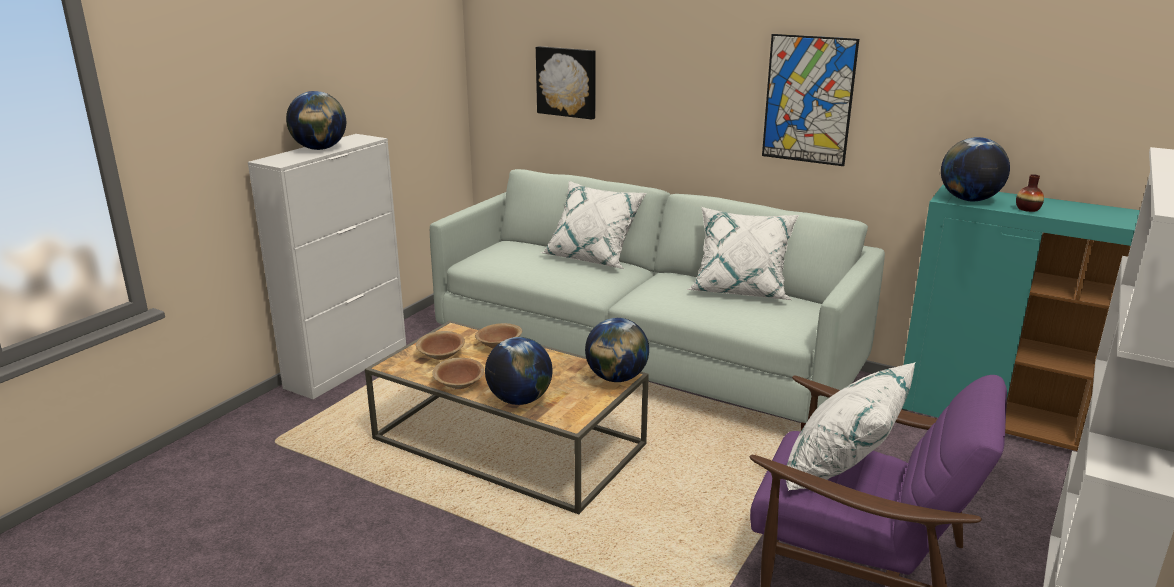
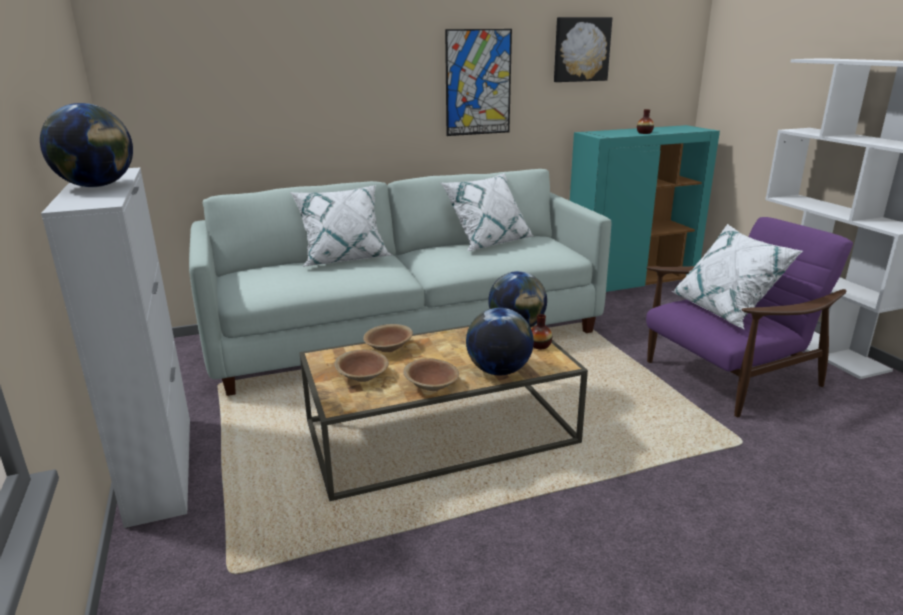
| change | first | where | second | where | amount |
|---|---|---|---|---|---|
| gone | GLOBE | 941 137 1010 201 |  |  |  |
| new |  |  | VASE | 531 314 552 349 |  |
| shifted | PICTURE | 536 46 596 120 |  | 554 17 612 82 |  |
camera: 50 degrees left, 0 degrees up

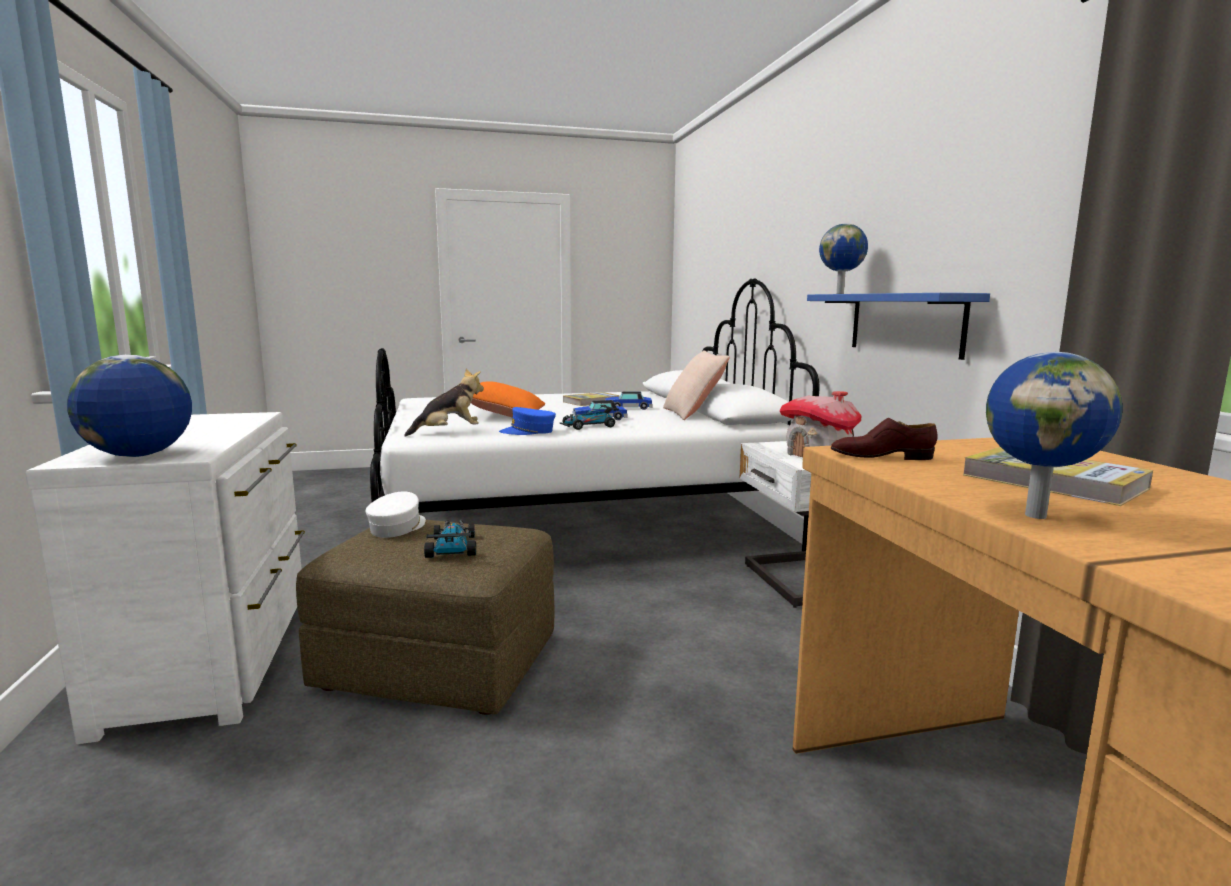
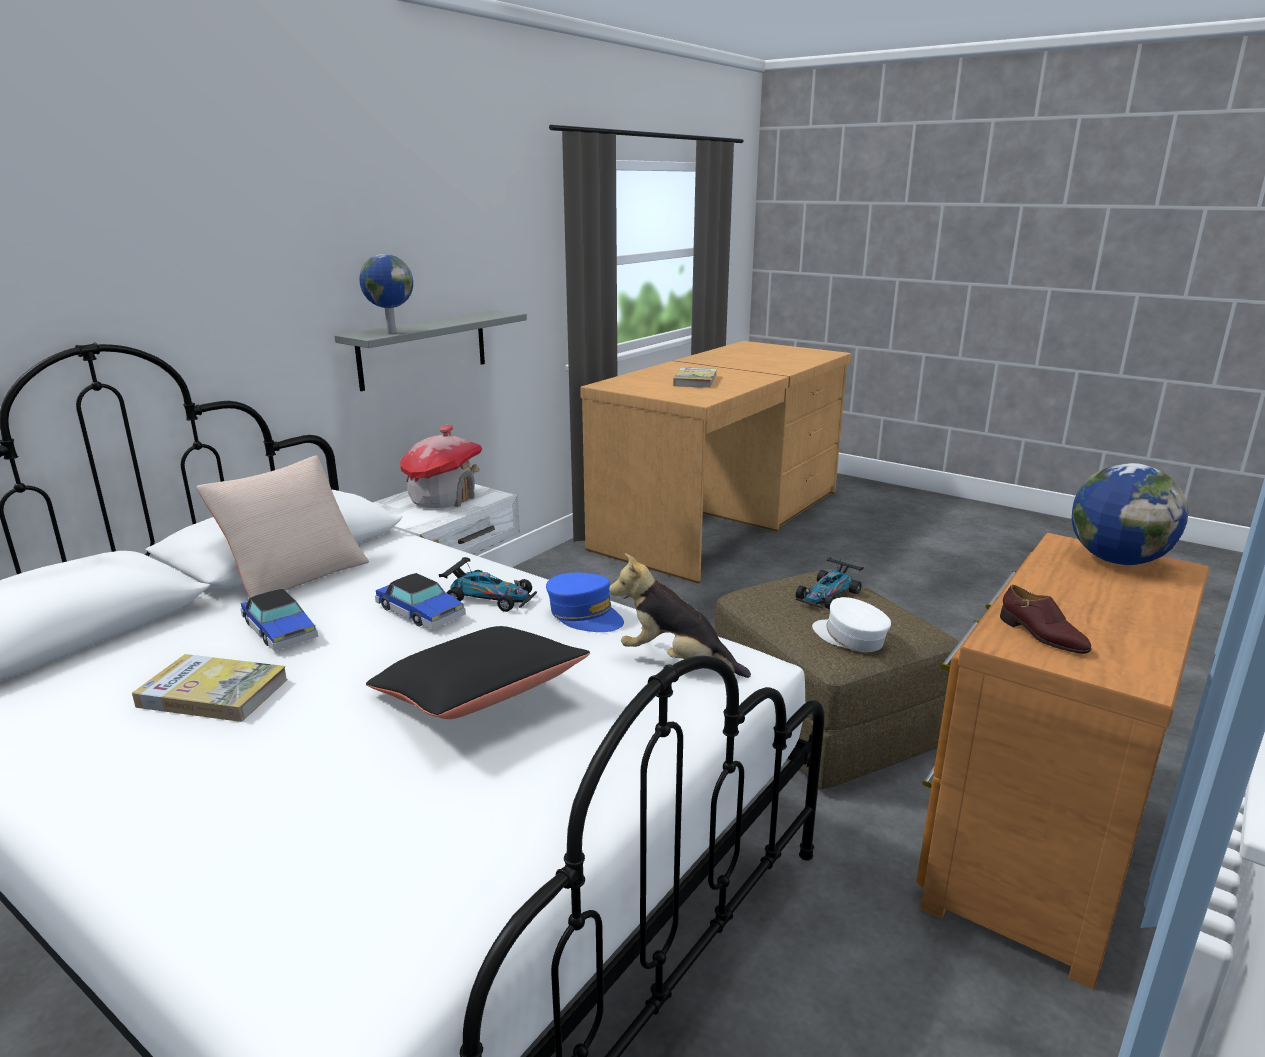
| change | first | where | second | where | amount |
|---|---|---|---|---|---|
| gone | GLOBE | 986 352 1123 519 |  |  |  |
| shifted | BROWN SHOE | 831 418 938 460 |  | 1000 585 1092 654 |  |
| repainted | WHITE DRESSER | 25 412 305 744 | BROWN DRESSER | 916 533 1209 989 |  |
| repainted | ORANGE PILLOW | 471 381 545 418 | BLACK PILLOW | 366 626 590 719 |  |
| repainted | BLUE SHELF | 807 293 990 360 | GREY SHELF | 334 310 527 391 |  |
| rotated | WHITE CAP | 366 492 426 538 |  | 812 597 891 652 | 75 degrees clockwise |
camera: 130 degrees left, 10 degrees up

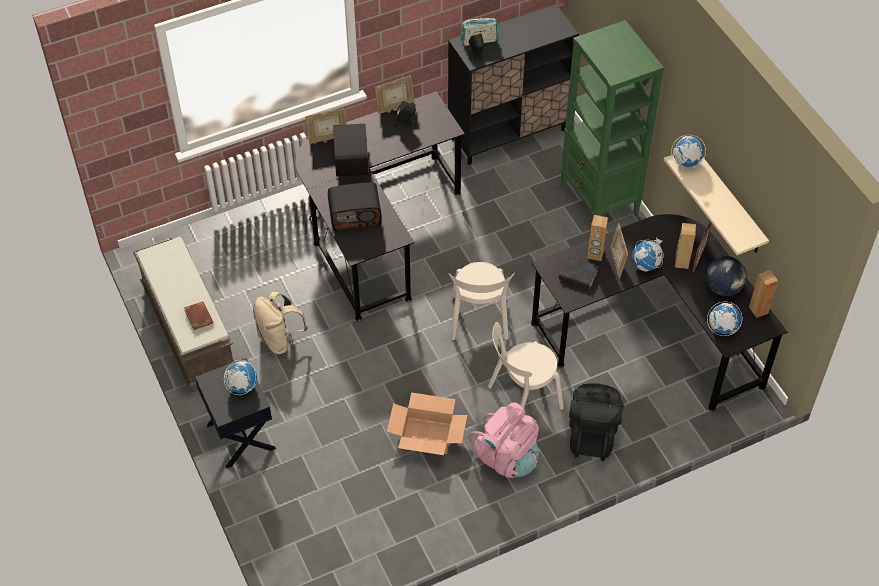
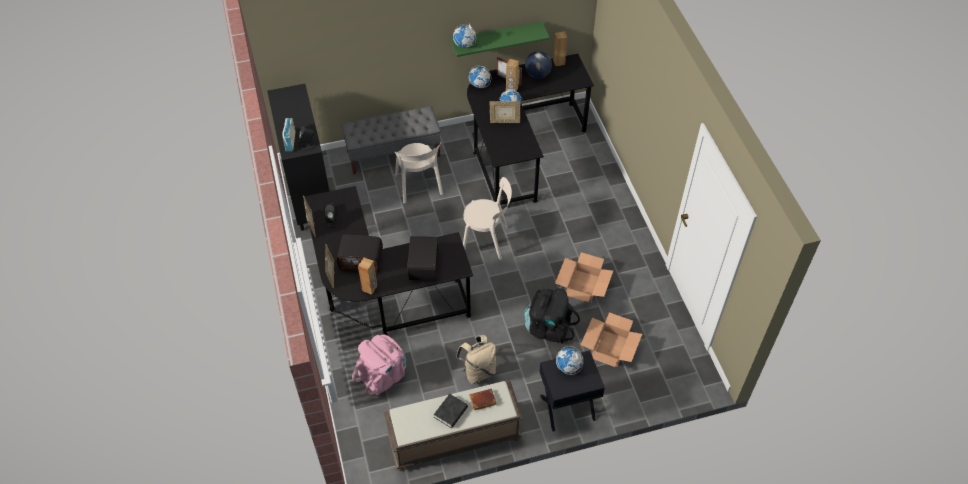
| change | first | where | second | where | amount |
|---|---|---|---|---|---|
| new |  |  | CARDBOARD BOX | 581 312 642 367 |  |
| shifted | PINK BACKPACK | 468 402 540 478 |  | 352 335 406 395 |  |
| shifted | BEIGE CHAIR | 488 322 564 410 |  | 395 143 443 203 |  |
| shifted | BLACK BOOK | 559 256 599 289 |  | 434 394 468 428 |  |
| shifted | BLACK BACKPACK | 569 383 624 461 |  | 524 288 580 344 |  |
| shifted | BROWN SPEAKER | 587 215 608 261 |  | 358 258 377 295 |  |
| shifted | GLOBE | 707 301 742 336 |  | 469 66 491 88 |  |
| swapped | GREEN BOOKCASE | 561 20 664 220 | GREY BENCH | 341 106 441 175 |  |
| repainted | BEIGE SHELF | 664 154 769 255 | GREEN SHELF | 451 21 550 57 |  |
camera: 80 degrees left, 0 degrees up

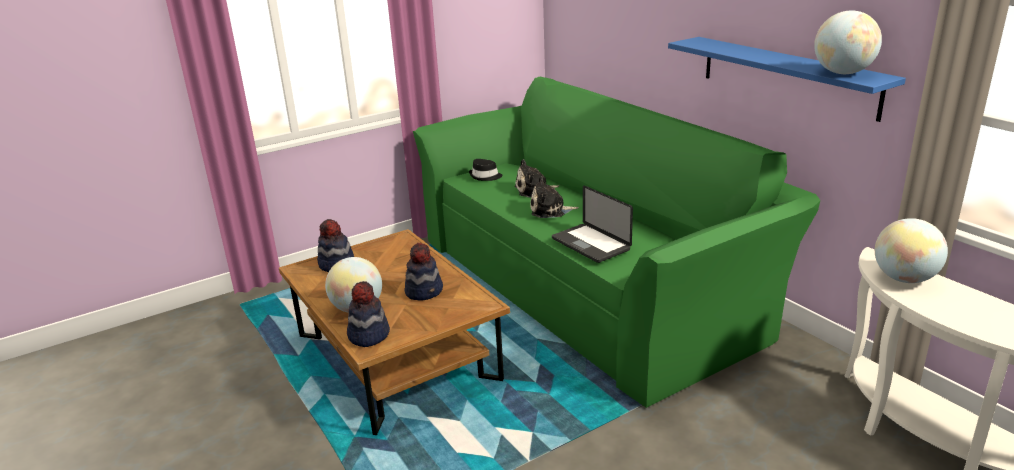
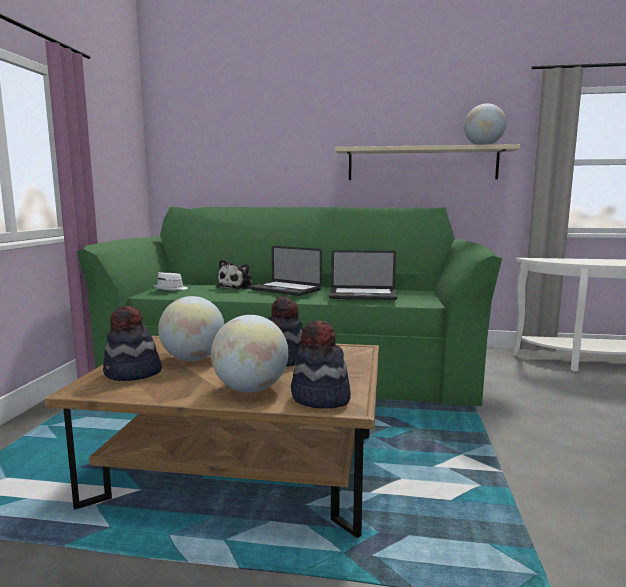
| change | first | where | second | where | amount |
|---|---|---|---|---|---|
| shifted | GLOBE | 875 218 948 283 |  | 158 296 225 361 |  |
| swapped | PLUSH TOY | 530 176 579 218 | LAPTOP | 250 246 322 296 |  |
| repainted | BLACK HAT | 469 159 503 181 | WHITE HAT | 154 272 187 290 |  |
| repainted | BLUE SHELF | 668 37 906 122 | BEIGE SHELF | 335 144 521 180 |  |
camera: 50 degrees left, 15 degrees down

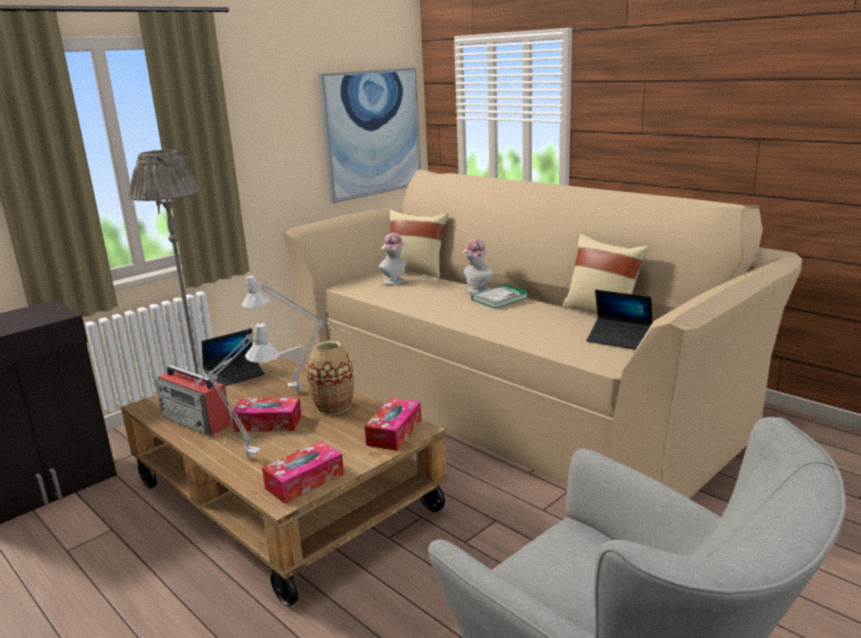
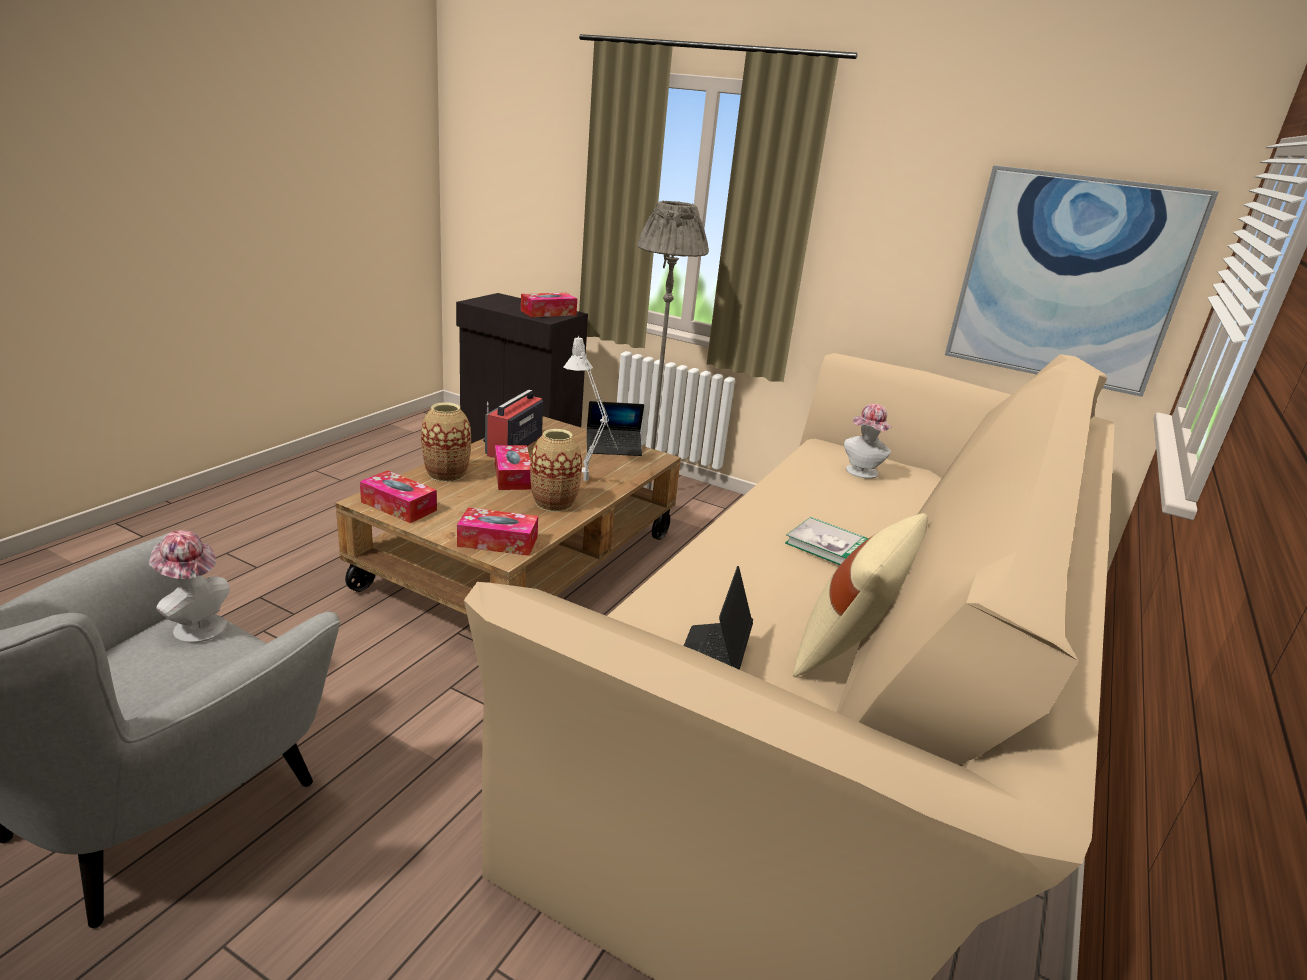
| change | first | where | second | where | amount |
|---|---|---|---|---|---|
| gone | BEIGE PILLOW | 390 210 448 278 |  |  |  |
| new |  |  | TISSUE BOX | 521 293 577 317 |  |
| shifted | HAT | 461 239 493 294 |  | 149 530 230 643 |  |
| swapped | GREY TABLE LAMP | 190 322 280 457 | VASE | 421 402 471 482 |  |
| rotated | LAPTOP | 202 328 265 386 |  | 587 401 644 456 | 45 degrees counterclockwise |
camera: 70 degrees right, 5 degrees up

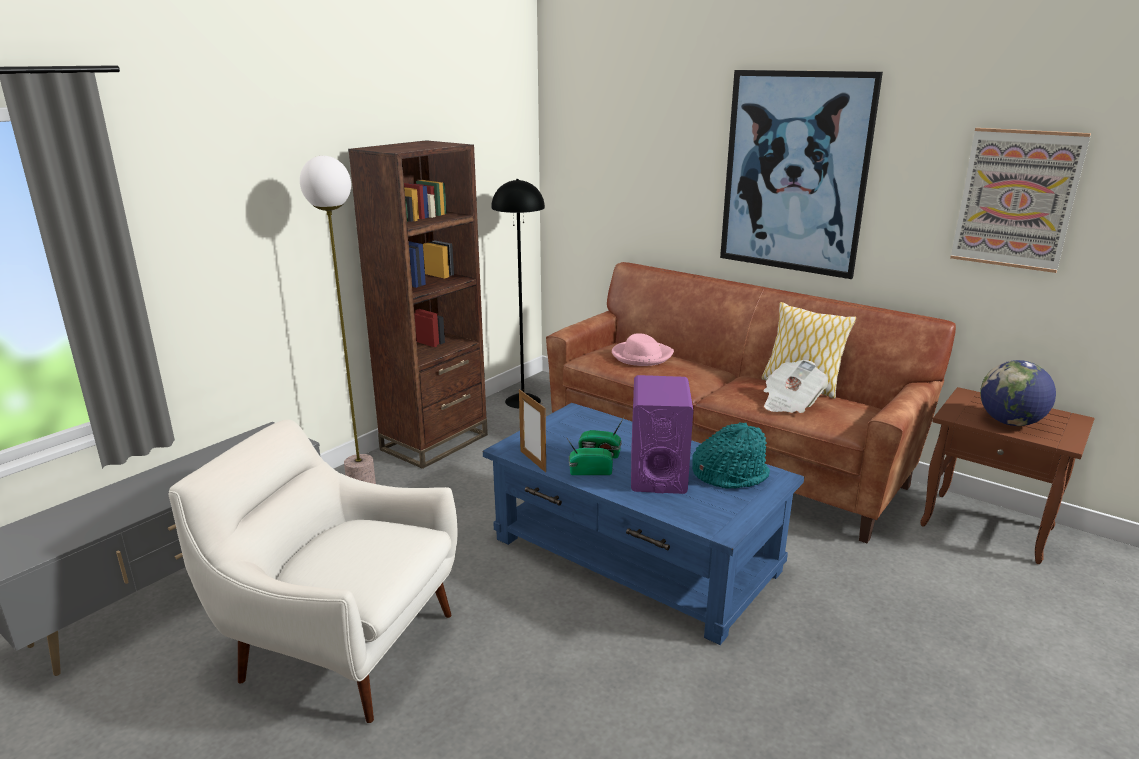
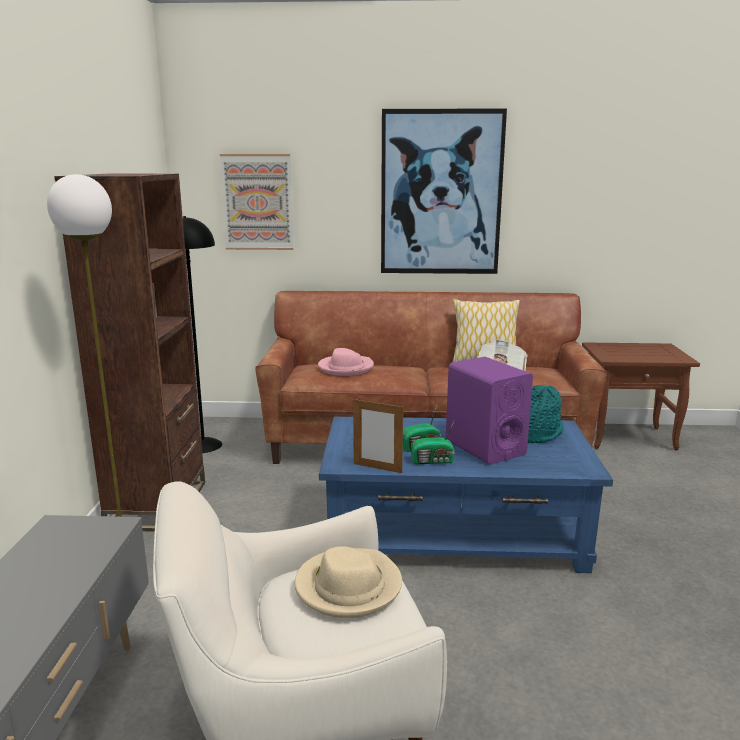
| change | first | where | second | where | amount |
|---|---|---|---|---|---|
| gone | GLOBE | 980 360 1056 426 |  |  |  |
| new |  |  | BEIGE HAT | 294 546 402 618 |  |
| shifted | PICTURE | 950 128 1091 273 |  | 220 154 294 250 |  |
| rotated | RADIO | 567 439 613 475 |  | 411 420 455 464 | 150 degrees counterclockwise |
camera: 35 degrees left, 5 degrees down

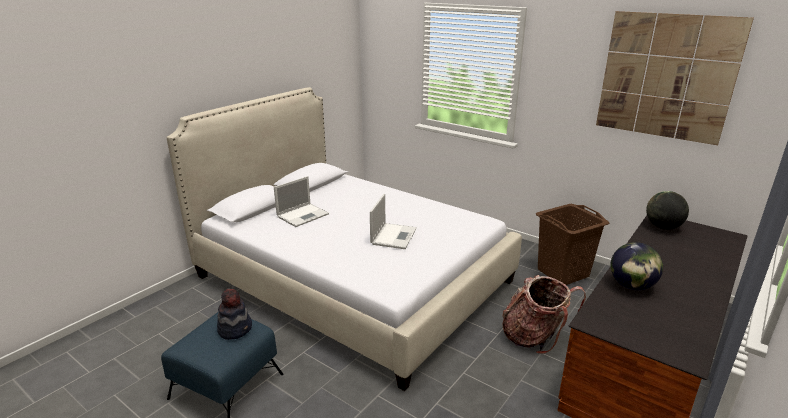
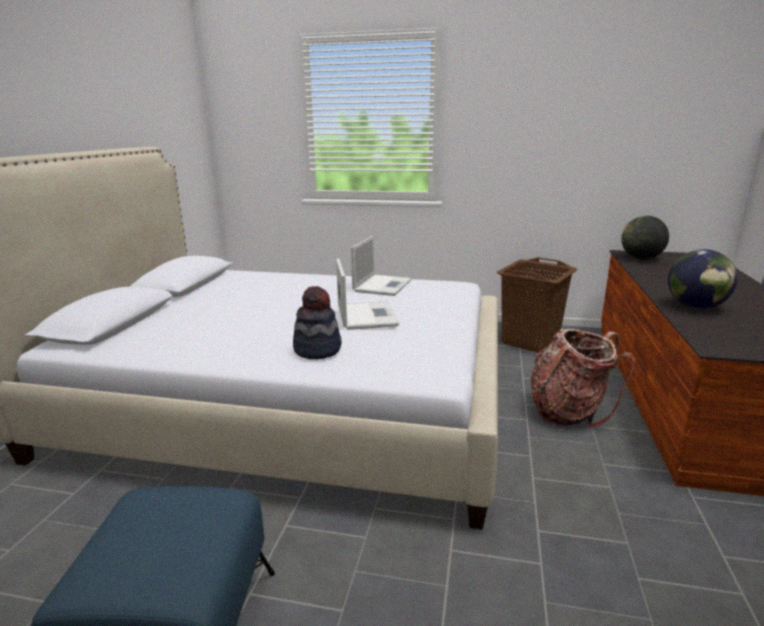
| change | first | where | second | where | amount |
|---|---|---|---|---|---|
| gone | PICTURE | 596 11 754 145 |  |  |  |
| shifted | HAT | 217 289 252 340 |  | 293 286 341 359 |  |
| shifted | LAPTOP | 274 176 329 227 |  | 351 236 412 296 |  |
camera: 25 degrees left, 5 degrees down

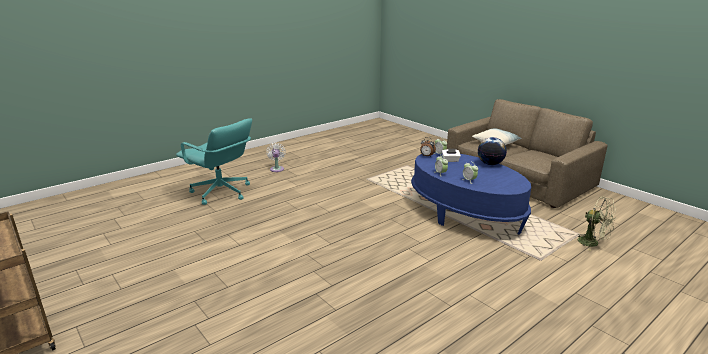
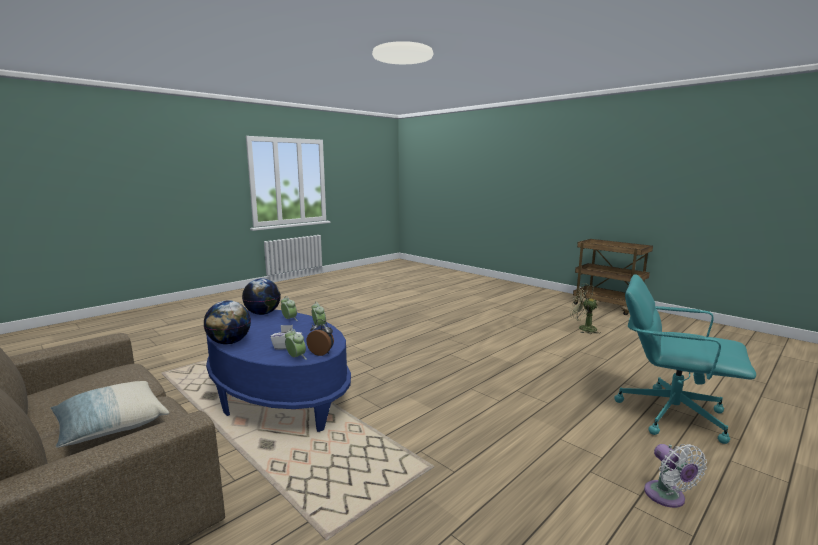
| change | first | where | second | where | amount |
|---|---|---|---|---|---|
| new |  |  | GLOBE | 242 278 281 315 |  |
| shifted | GREEN FAN | 577 196 616 251 |  | 570 283 601 334 |  |
camera: 175 degrees right, 10 degrees down

